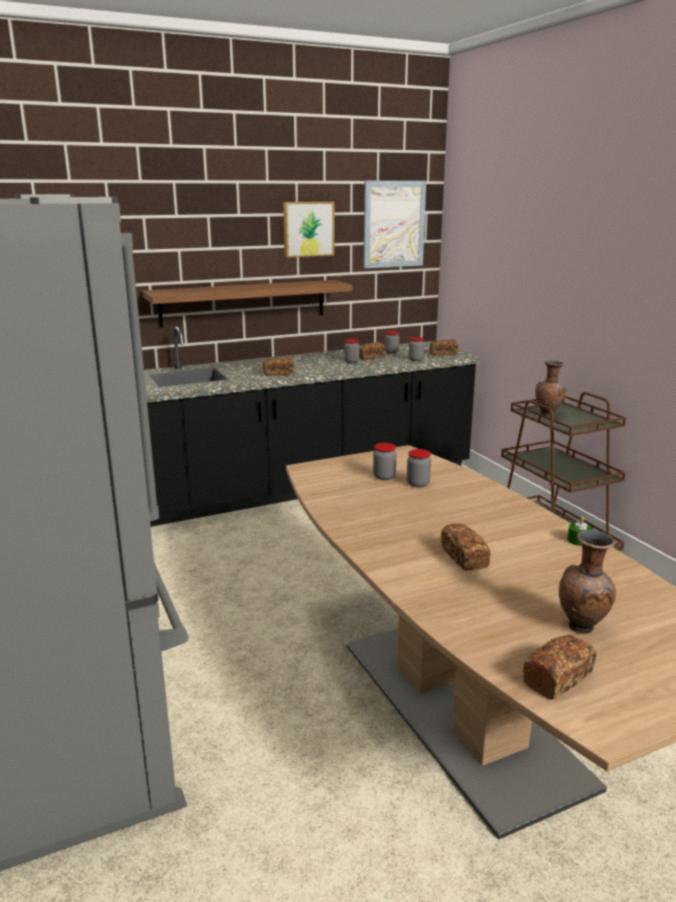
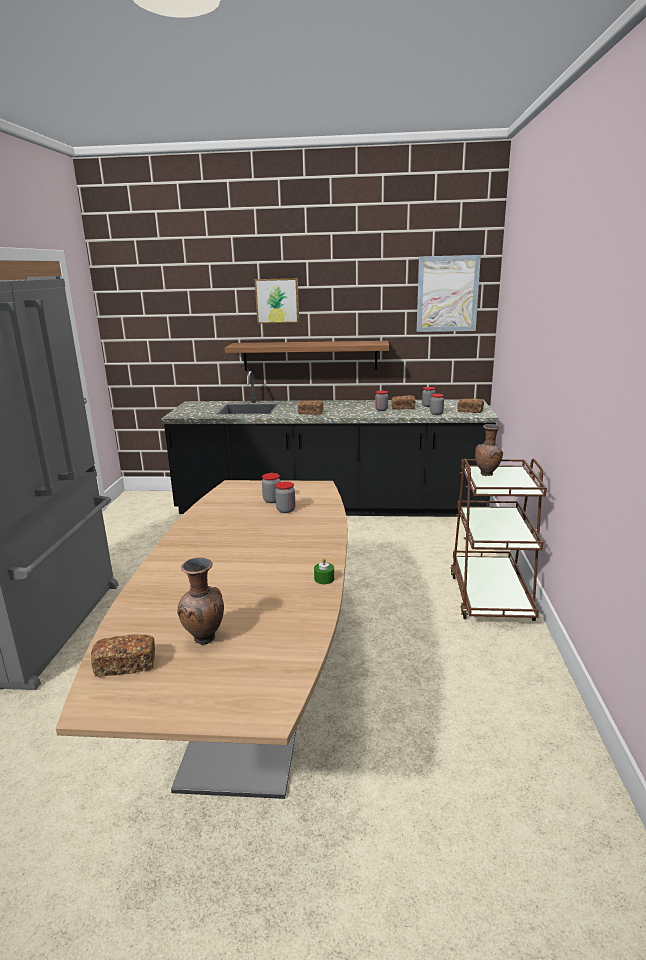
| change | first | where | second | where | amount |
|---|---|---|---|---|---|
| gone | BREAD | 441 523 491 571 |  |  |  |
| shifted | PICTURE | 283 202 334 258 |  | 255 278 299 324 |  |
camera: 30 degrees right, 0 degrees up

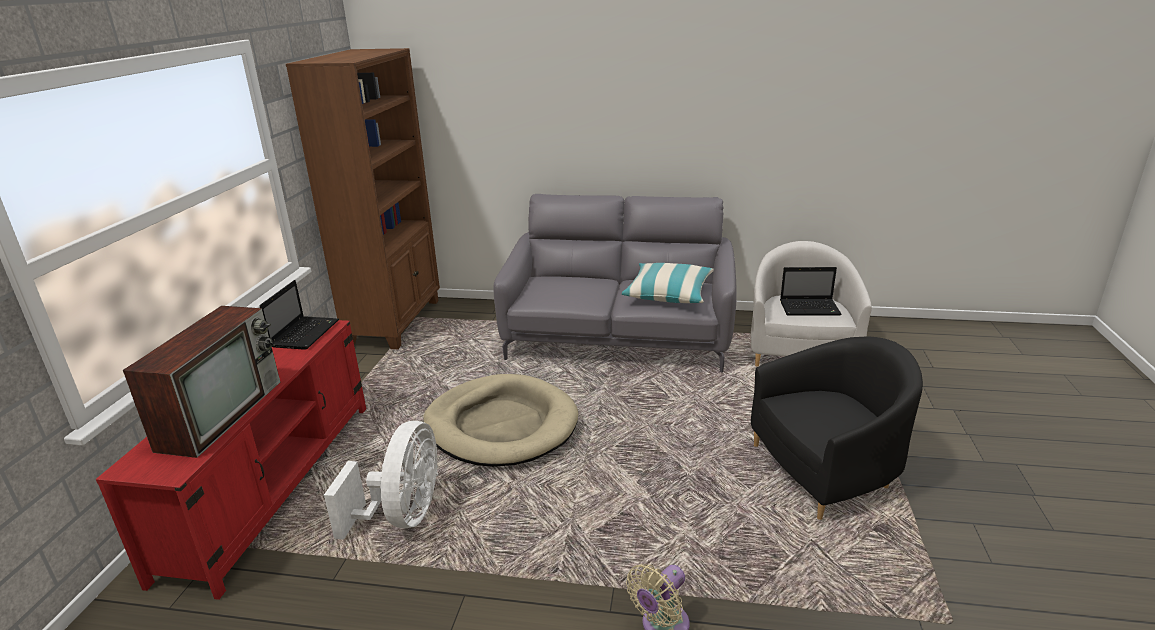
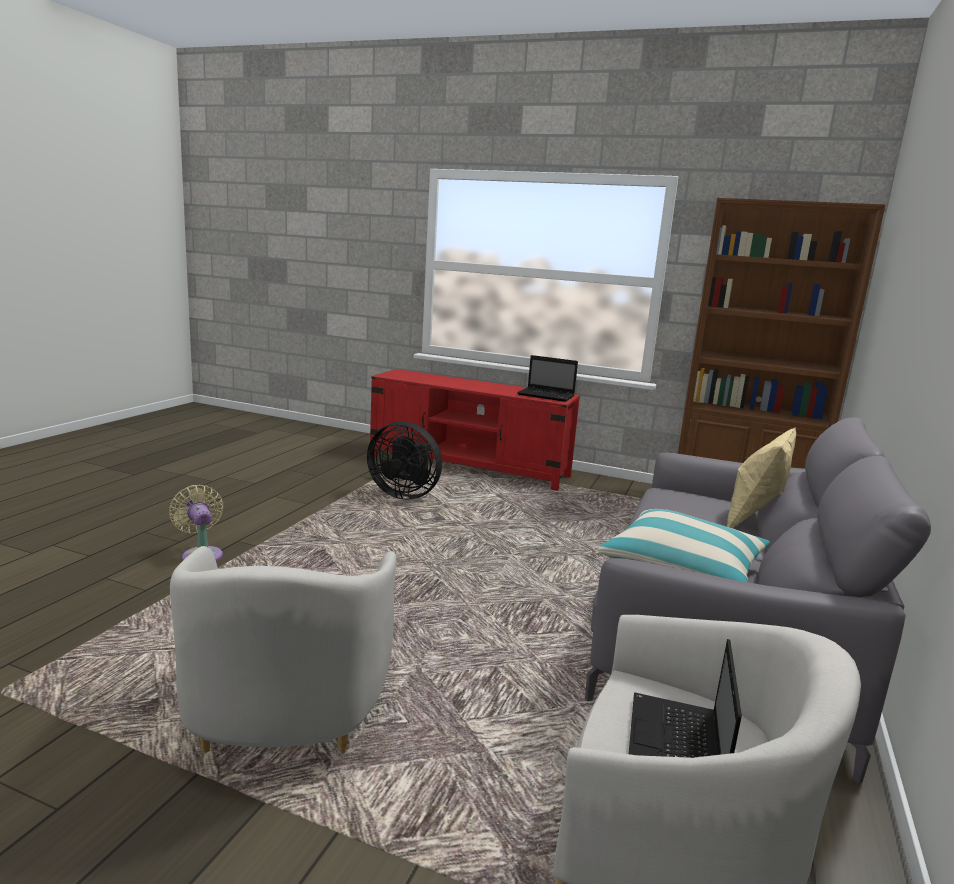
| change | first | where | second | where | amount |
|---|---|---|---|---|---|
| gone | TELEVISION | 123 306 280 458 |  |  |  |
| gone | BEIGE DOG BED | 423 374 578 467 |  |  |  |
| new |  |  | BEIGE PILLOW | 727 427 796 528 |  |
| repainted | WHITE FAN | 324 421 438 540 | BLACK FAN | 367 421 442 500 |  |
| repainted | BLACK ARMCHAIR | 751 336 923 520 | WHITE ARMCHAIR | 170 546 396 753 |  |
camera: 100 degrees right, 10 degrees down

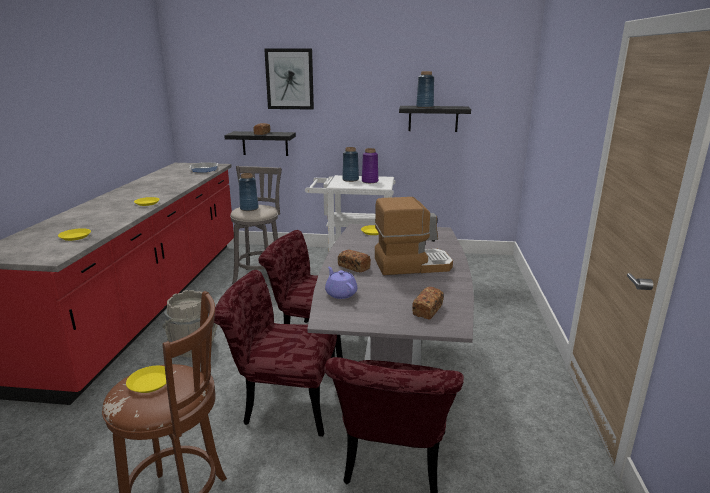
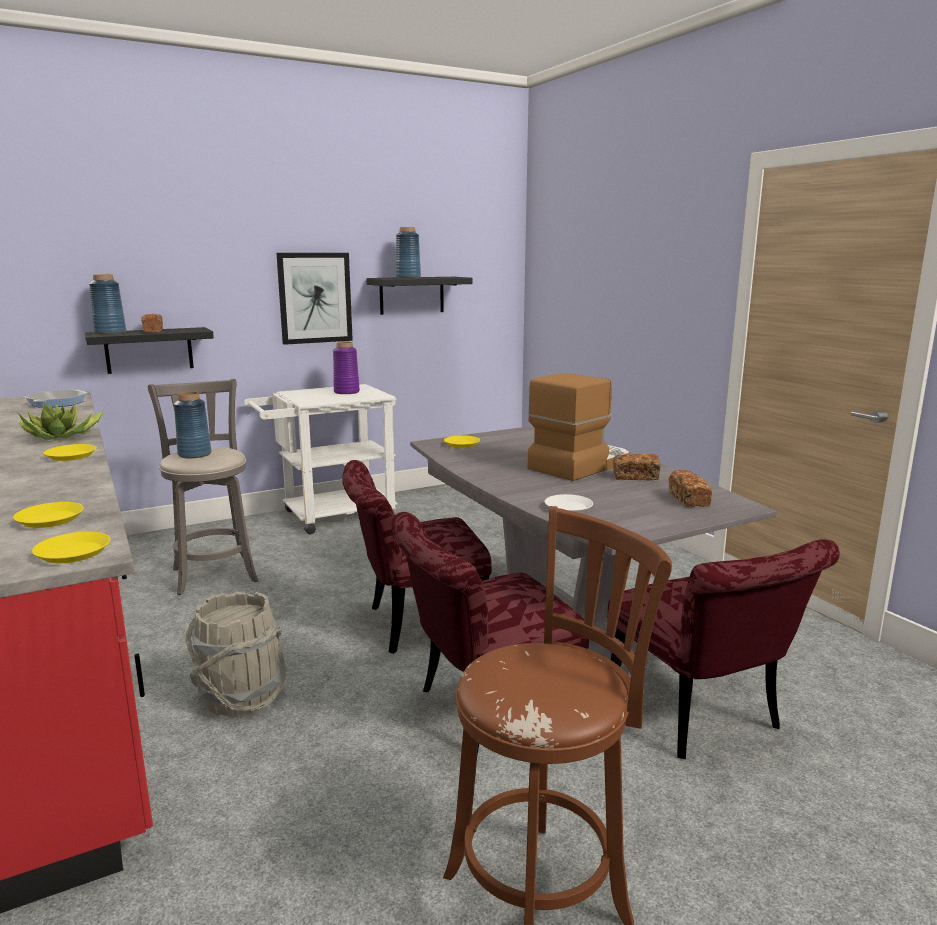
| change | first | where | second | where | amount |
|---|---|---|---|---|---|
| new |  |  | POTTED PLANT | 18 403 104 440 |  |
| shifted | YELLOW PLATE | 126 366 166 393 |  | 32 532 110 563 |  |
| shifted | PICTURE | 264 48 314 110 |  | 276 253 353 345 |  |
| shifted | BREAD | 338 250 371 272 |  | 613 454 660 480 |  |
| shifted | BLUE VASE | 342 147 359 182 |  | 89 274 126 335 |  |
| swapped | PURPLE TEAPOT | 325 267 357 299 | WHITE PLATE | 545 494 593 513 |  |
camera: 35 degrees left, 5 degrees down

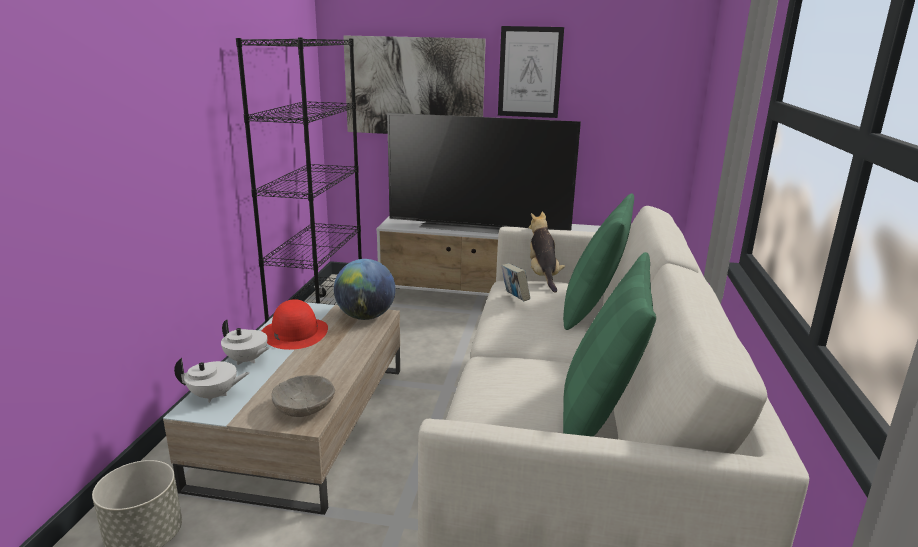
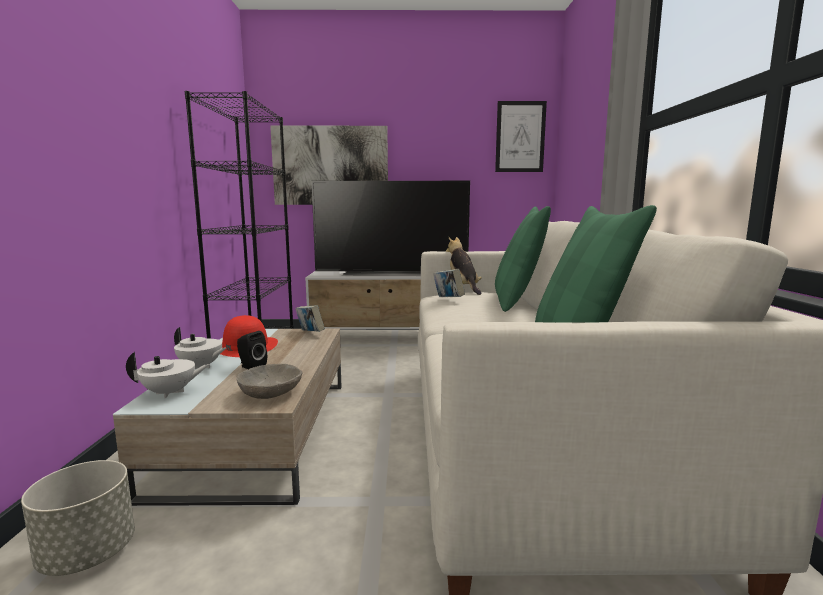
| change | first | where | second | where | amount |
|---|---|---|---|---|---|
| new |  |  | BLACK SPEAKER | 237 331 267 369 |  |
| shifted | PICTURE | 498 26 564 118 |  | 495 101 547 172 |  |
| swapped | GLOBE | 334 259 396 320 | BOOK | 295 305 325 332 |  |
camera: 10 degrees left, 10 degrees down

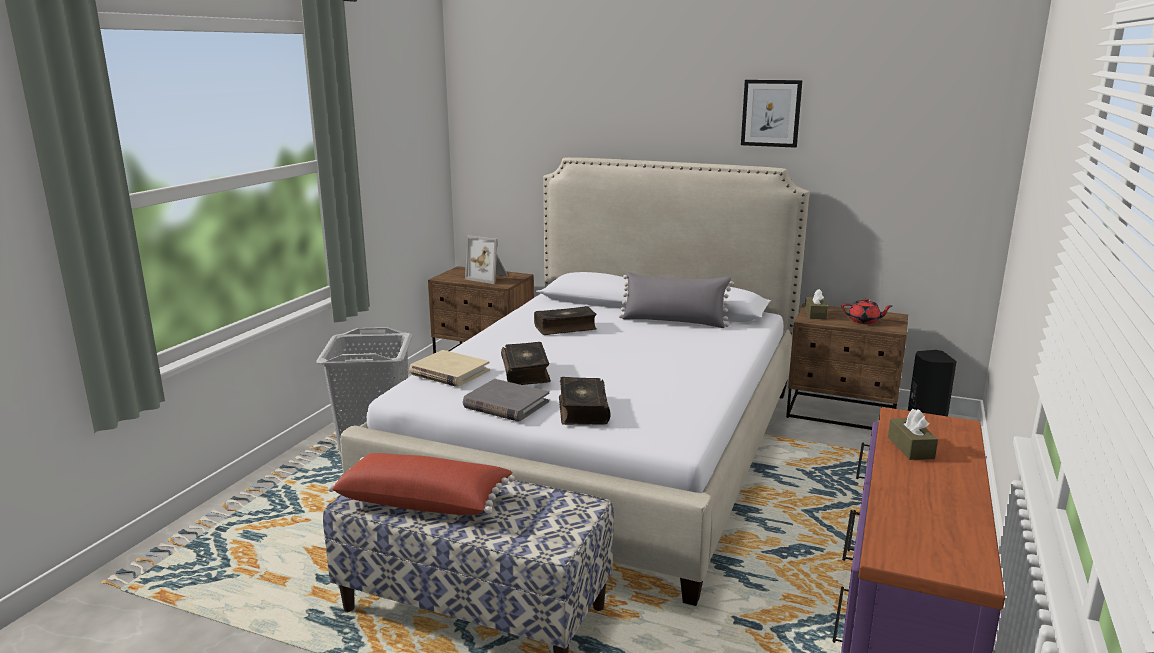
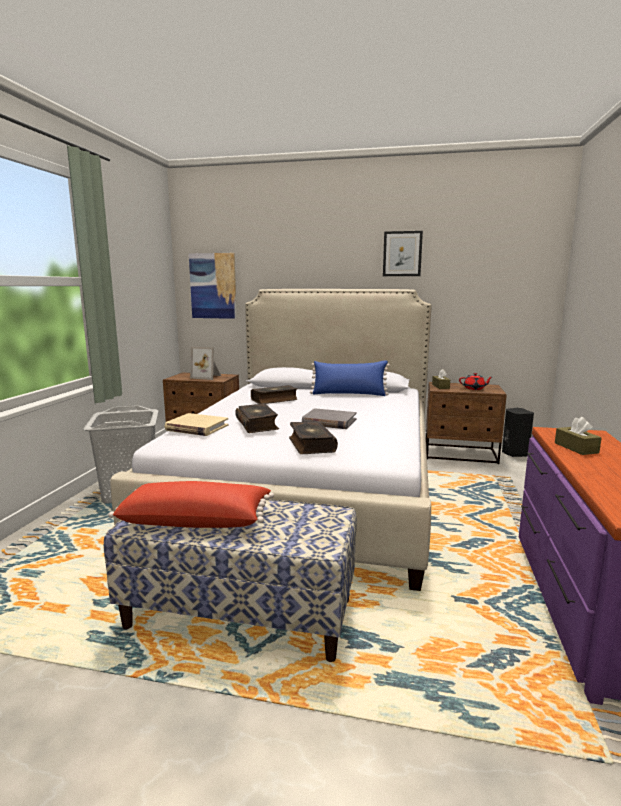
| change | first | where | second | where | amount |
|---|---|---|---|---|---|
| new |  |  | PICTURE | 189 253 237 319 |  |
| shifted | GREY BOOK | 463 379 549 422 |  | 302 408 357 429 |  |
| repainted | GREY PILLOW | 619 272 734 328 | BLUE PILLOW | 310 360 390 396 |  |
camera: 10 degrees left, 5 degrees down

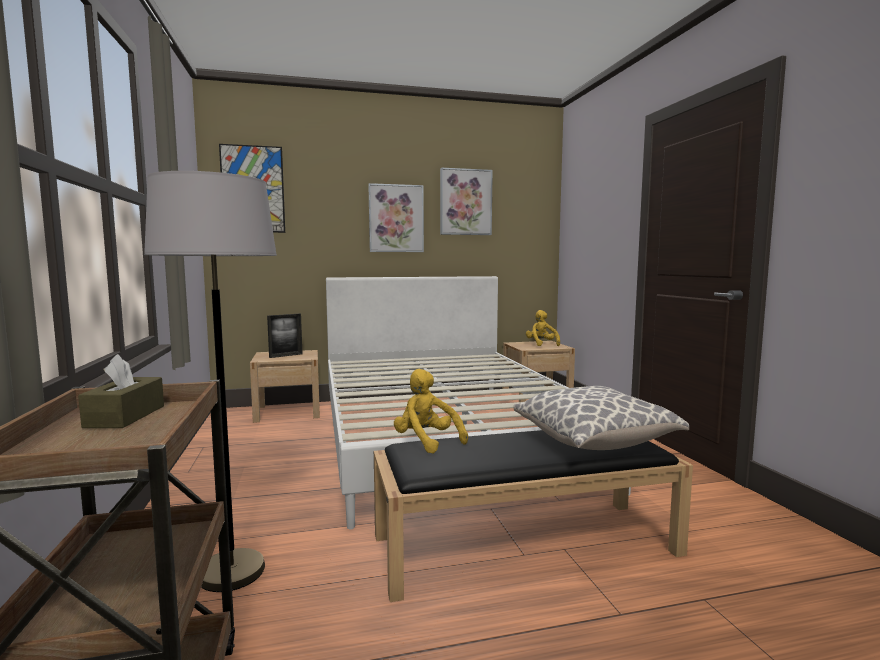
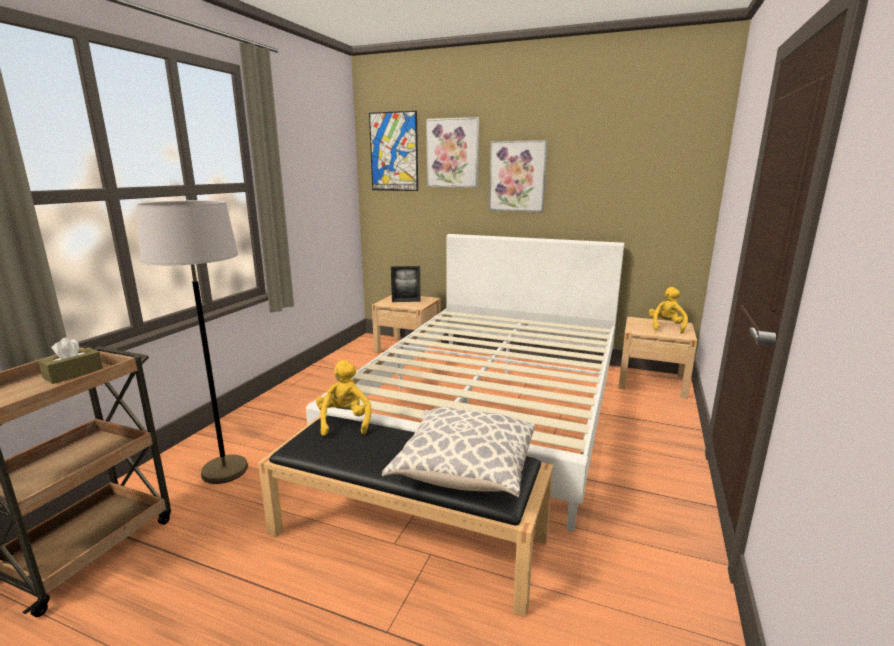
| change | first | where | second | where | amount |
|---|---|---|---|---|---|
| shifted | PICTURE | 440 168 493 235 |  | 426 117 479 188 |  |
camera: 35 degrees right, 10 degrees up

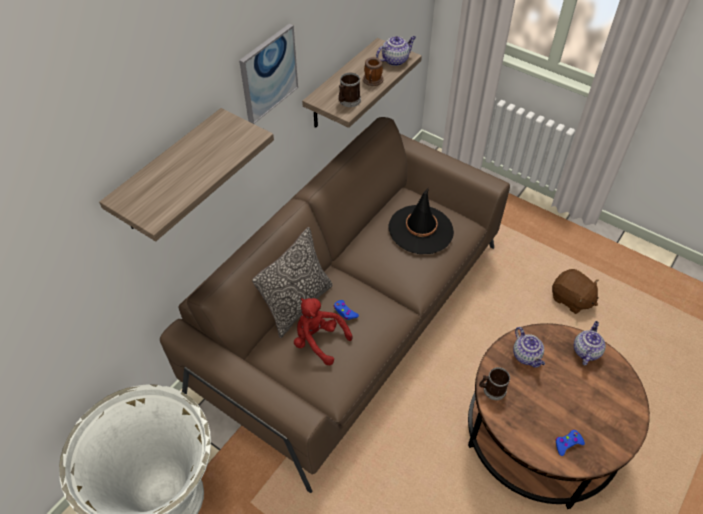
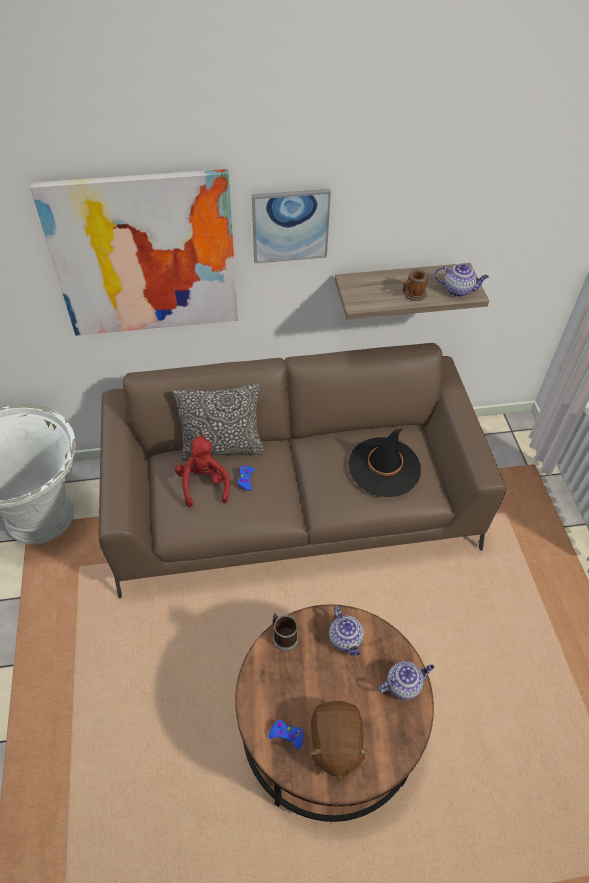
| change | first | where | second | where | amount |
|---|---|---|---|---|---|
| gone | MUG | 338 73 361 107 |  |  |  |
| shifted | BROWN PLUSH TOY | 552 269 599 314 |  | 310 701 369 781 |  |
| swapped | SHELF | 99 108 274 241 | PICTURE | 30 169 238 336 |  |
| rotated | TEAPOT | 513 327 545 368 |  | 329 606 364 656 | 45 degrees counterclockwise |
camera: 45 degrees right, 0 degrees up

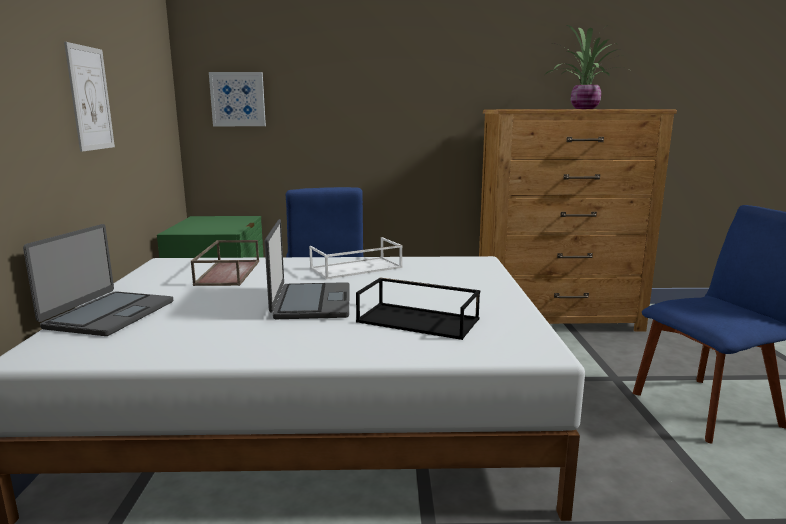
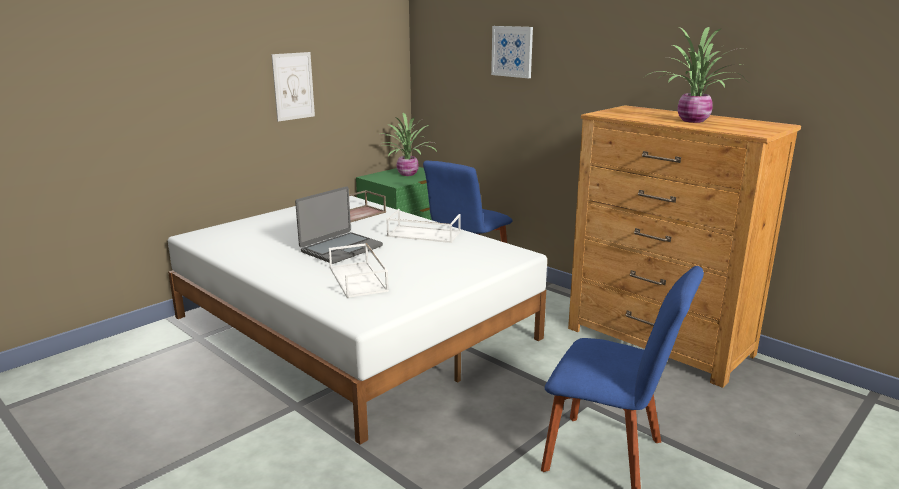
| change | first | where | second | where | amount |
|---|---|---|---|---|---|
| gone | LAPTOP | 23 224 173 336 |  |  |  |
| new |  |  | POTTED PLANT | 378 113 437 176 |  |
| shifted | PICTURE | 209 72 266 126 |  | 491 26 533 78 |  |
| repainted | BLACK TRAY | 356 277 480 340 | WHITE TRAY | 329 243 389 298 |  |
camera: 45 degrees right, 5 degrees up

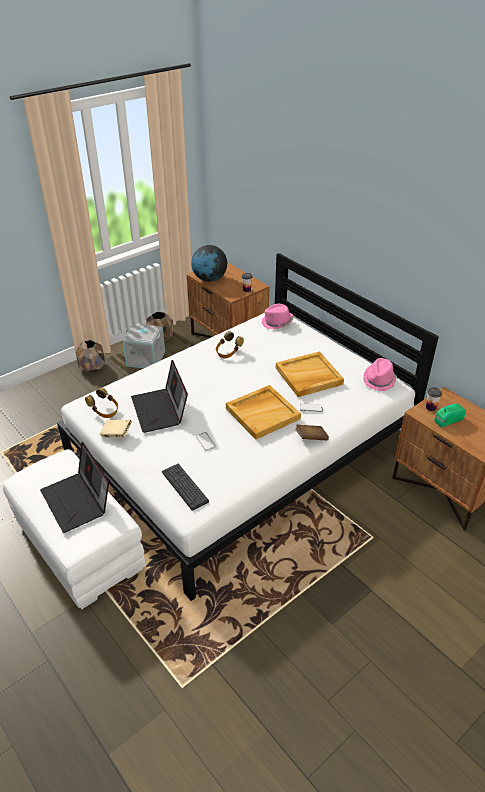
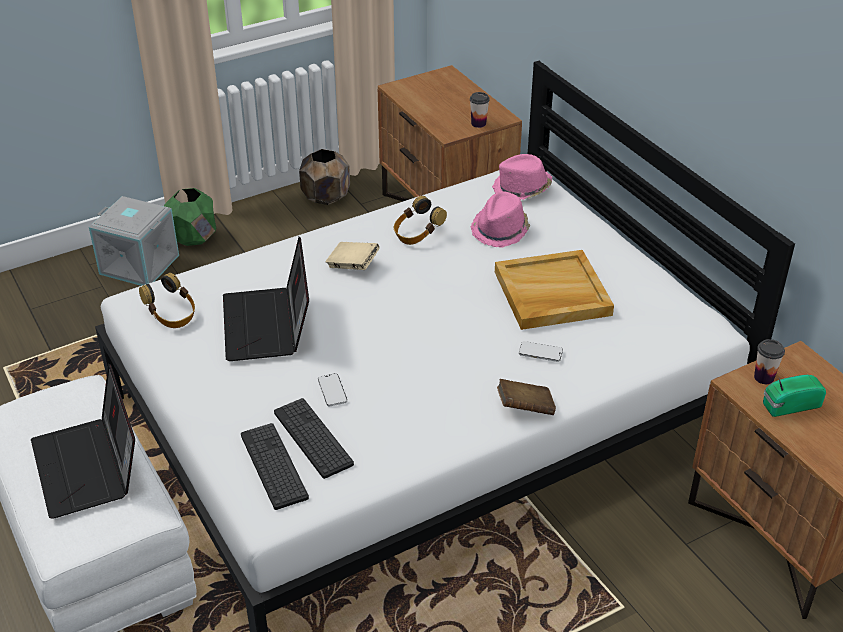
| change | first | where | second | where | amount |
|---|---|---|---|---|---|
| gone | GLOBE | 191 245 227 282 |  |  |  |
| gone | BEIGE TRAY | 226 385 301 440 |  |  |  |
| new |  |  | KEYBOARD | 274 398 354 479 |  |
| shifted | BEIGE BOOK | 99 420 132 438 |  | 326 242 379 270 |  |
| shifted | GREY STORAGE BOX | 123 323 165 368 |  | 89 196 179 286 |  |
| shifted | PINK HAT | 363 358 397 391 |  | 471 192 530 248 |  |
| repainted | BROWN PLANTER | 75 340 105 373 | GREEN PLANTER | 164 188 216 246 |  |
camera: 10 degrees right, 0 degrees up

